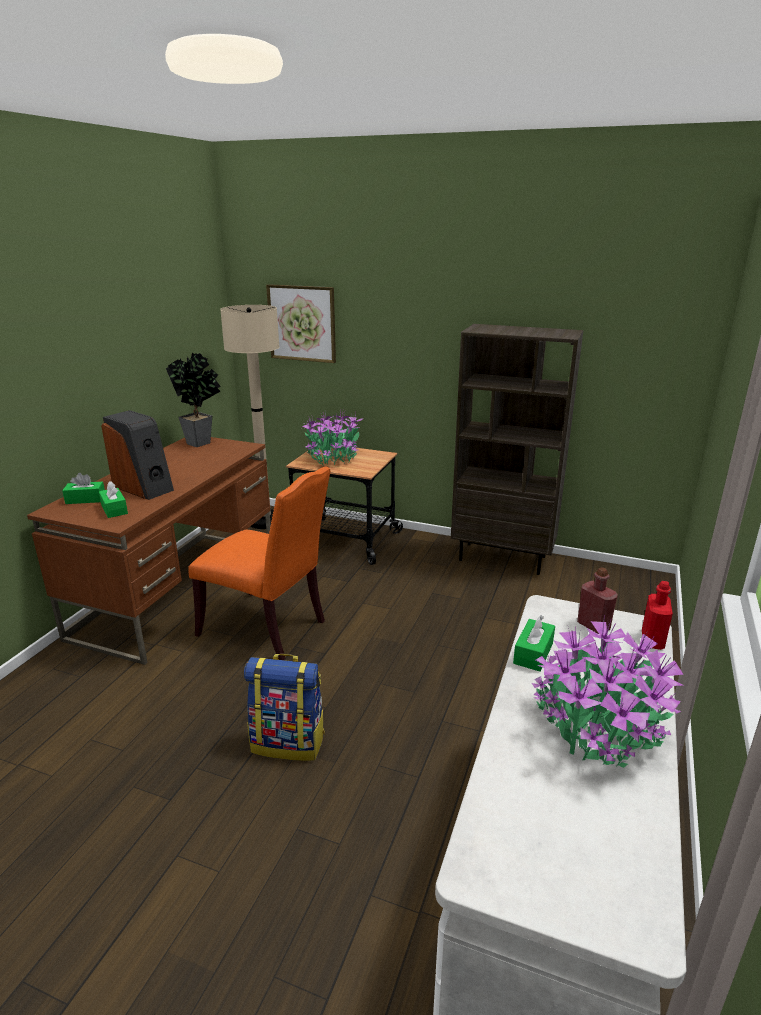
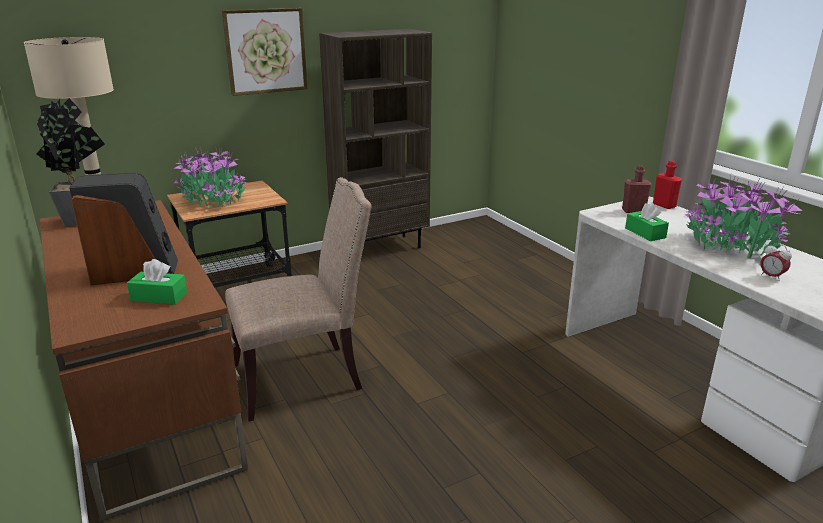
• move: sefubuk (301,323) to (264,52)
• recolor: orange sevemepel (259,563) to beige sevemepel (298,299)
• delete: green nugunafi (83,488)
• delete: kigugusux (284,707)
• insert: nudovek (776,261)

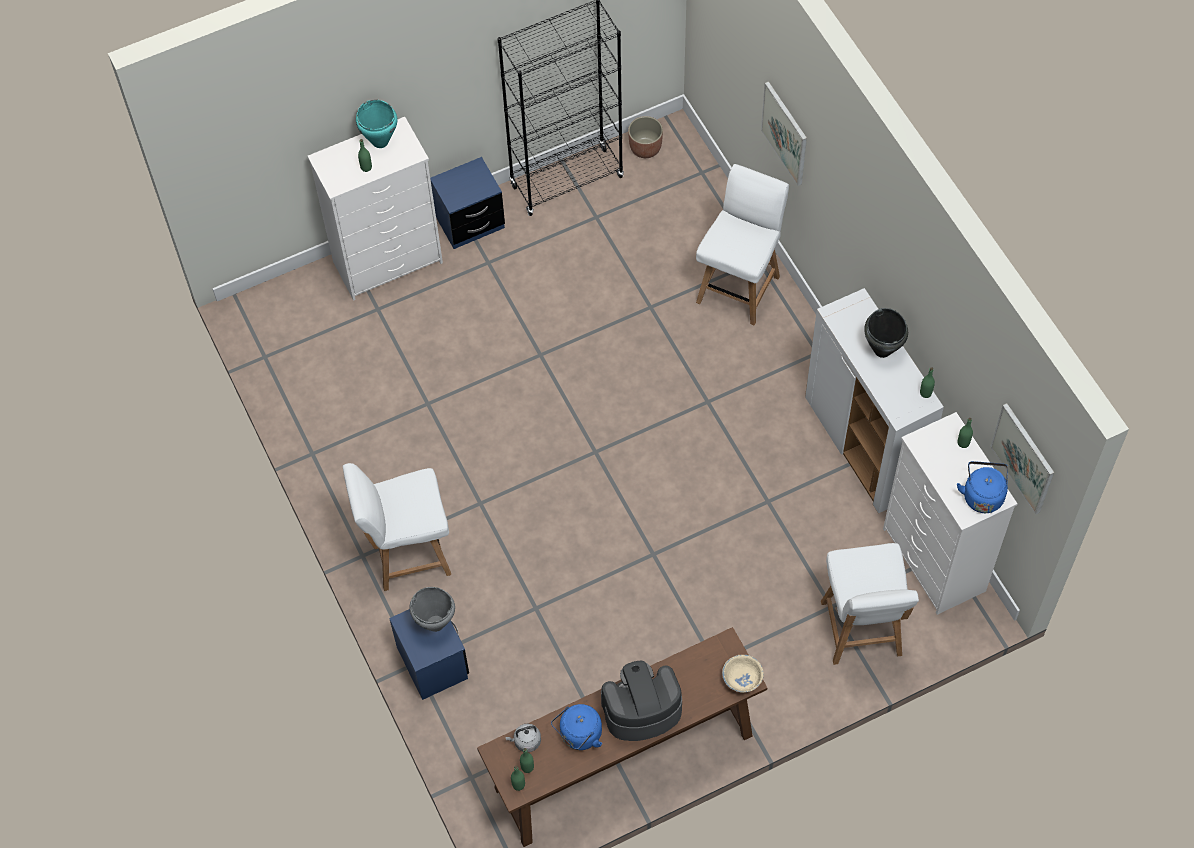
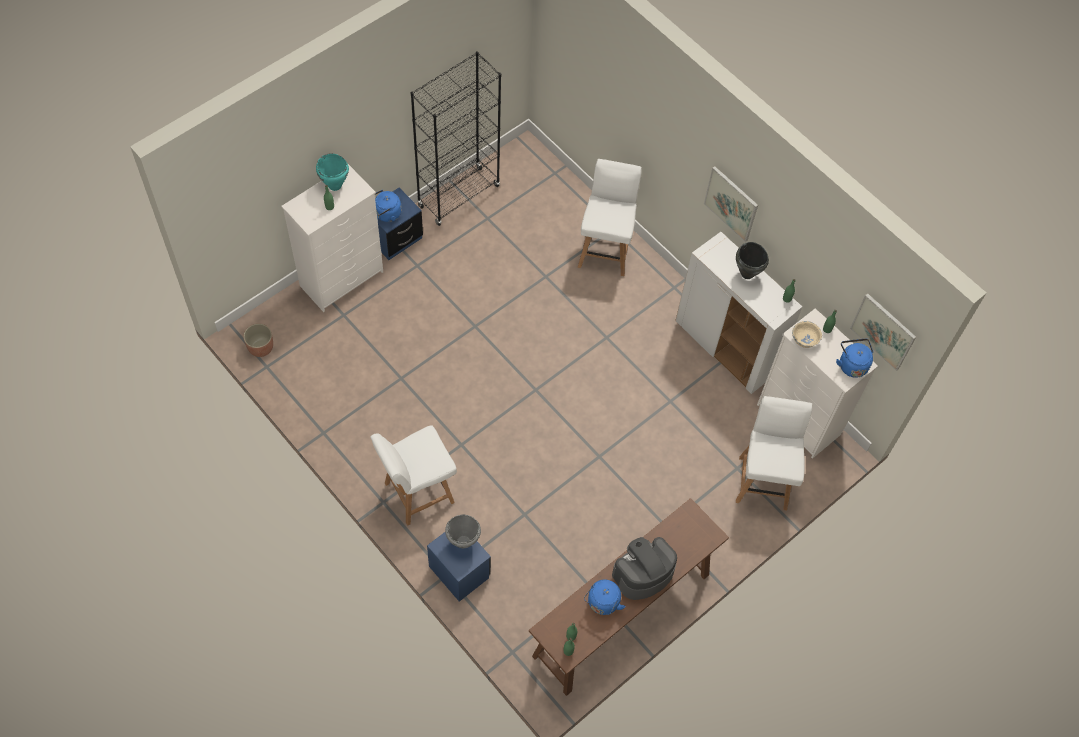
• move: sefubuk (784,133) to (731,204)
• move: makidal (645,137) to (258,340)
• rotate: white sevemepel (870,604) = (774,453) 150 degrees counterclockwise
• move: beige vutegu (743,674) to (807,334)
• delete: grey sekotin (523,738)
• insert: blue sekotin (388,206)

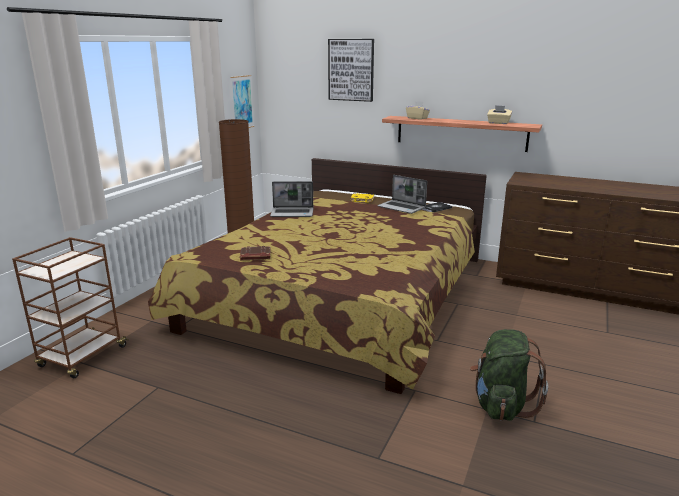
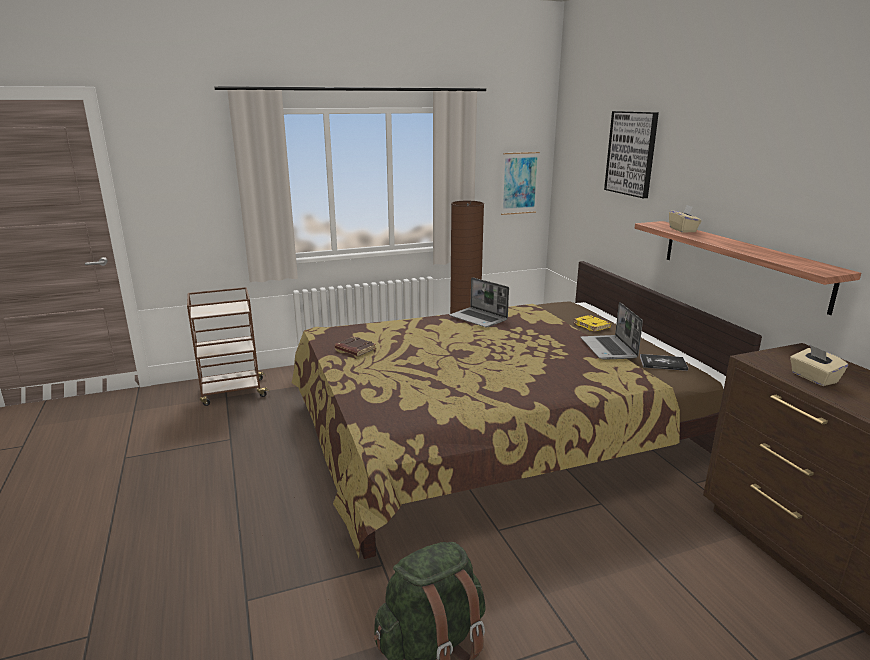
• move: beige nugunafi (499,114) to (819,365)

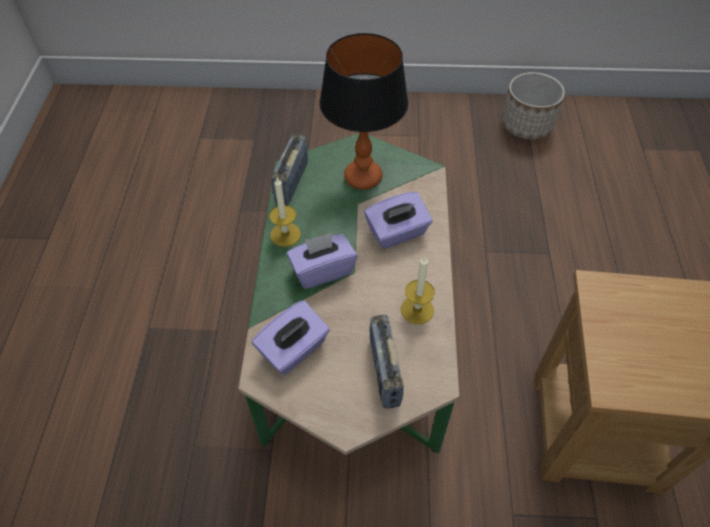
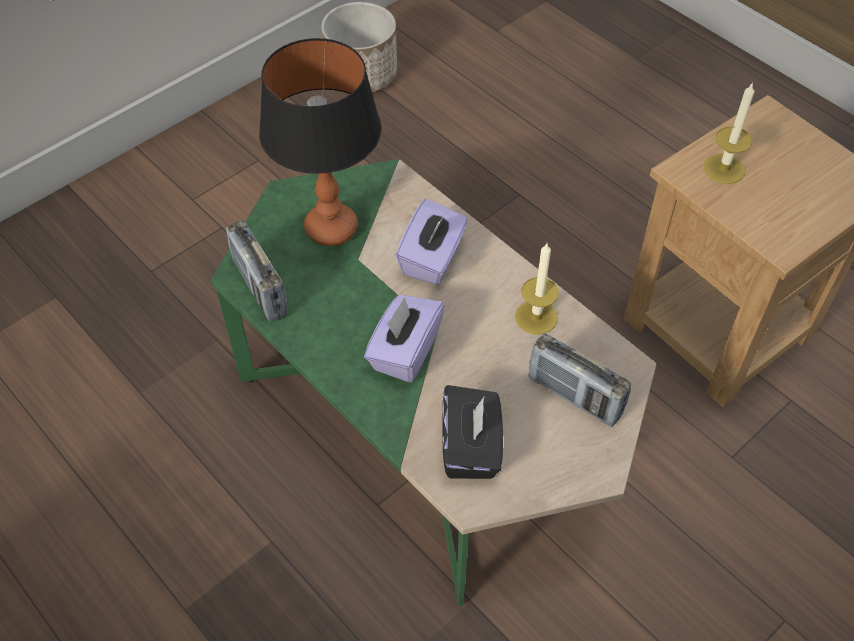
• move: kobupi (285,212) to (729,133)
• recolor: purple nugunafi (291,337) to black nugunafi (472,432)

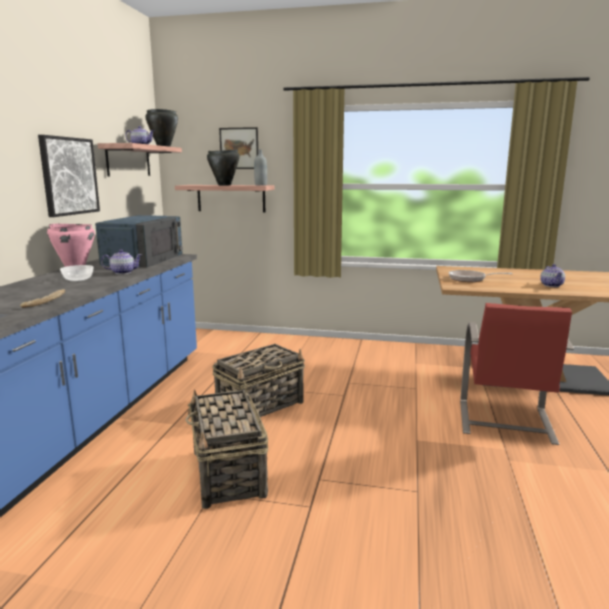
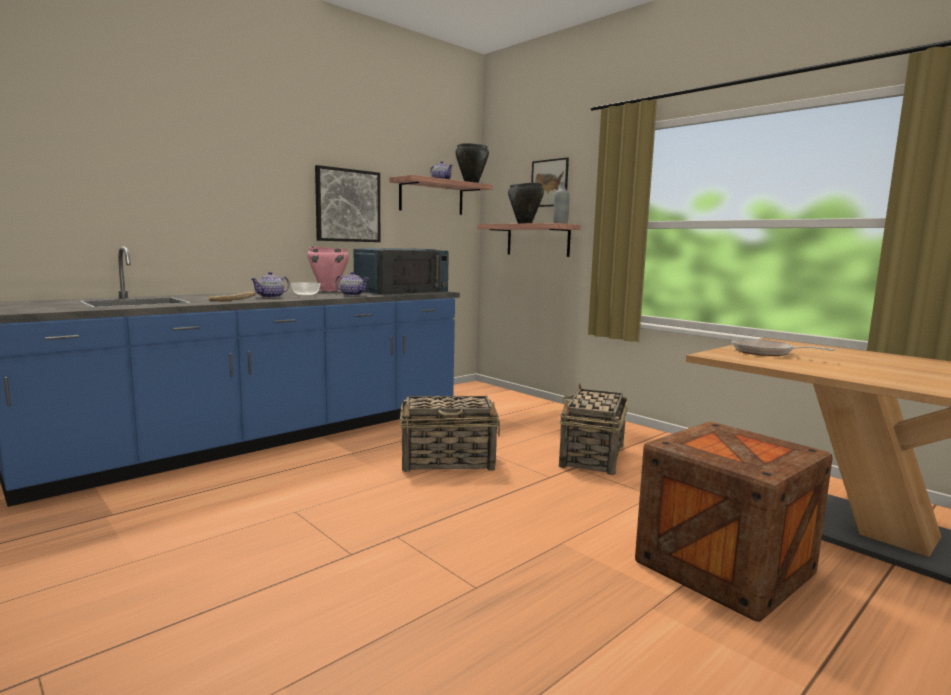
• move: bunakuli (552,275) to (270,285)
• replace: red sevemepel (517,374) to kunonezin (734,521)
• move: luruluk (227,449) to (593,429)

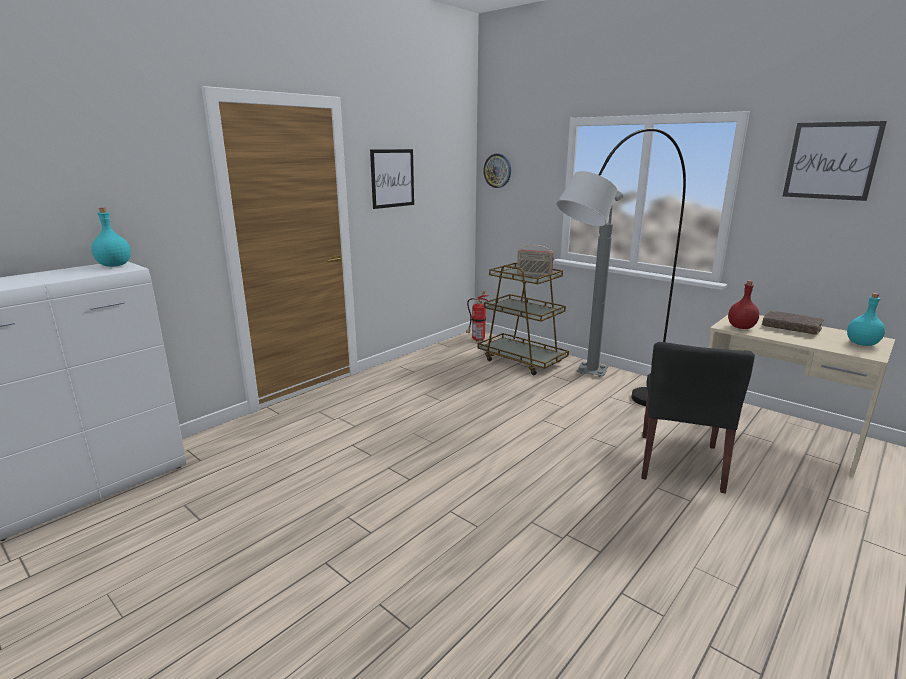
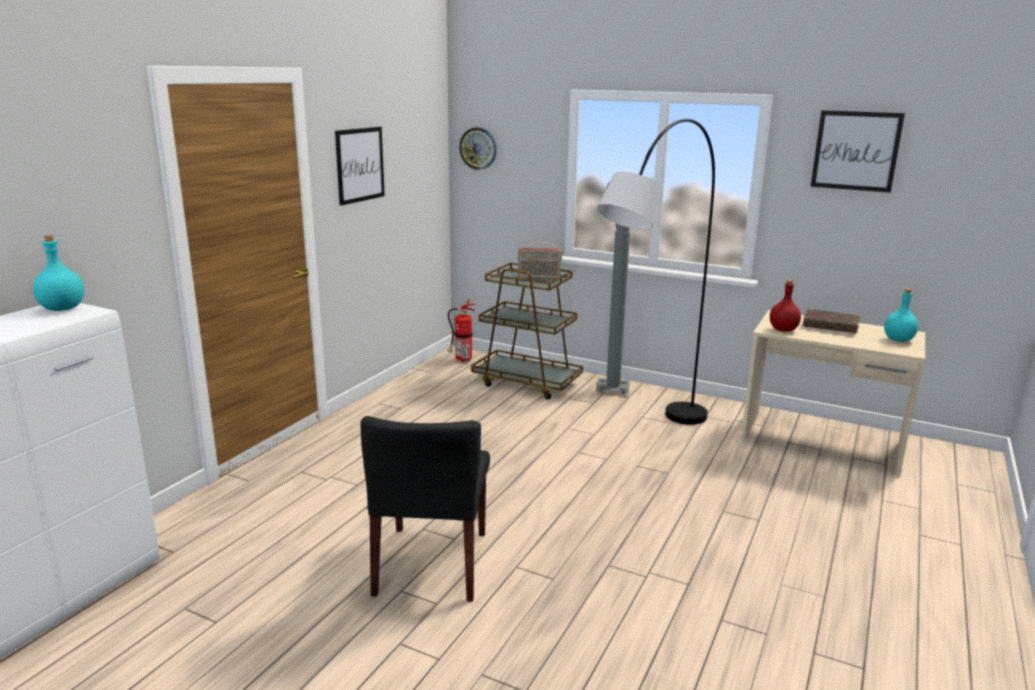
• move: black sevemepel (698,418) to (425,509)

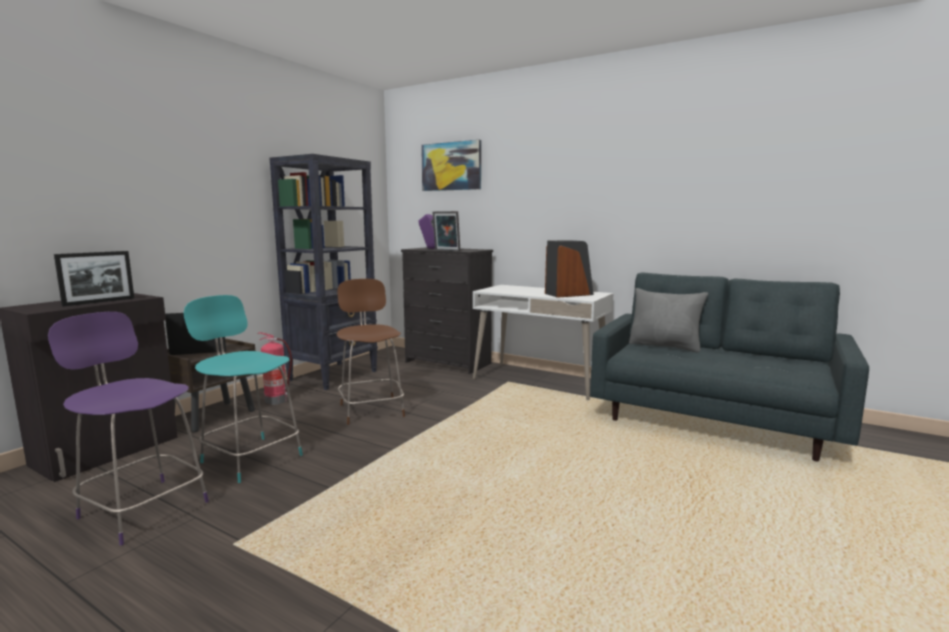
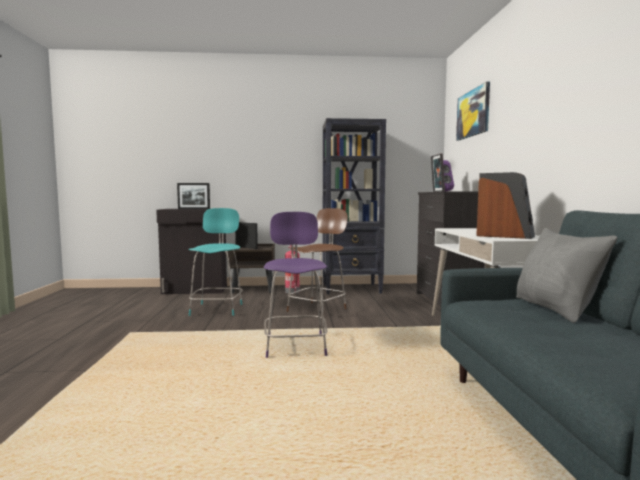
• move: purple sevemepel (128,429) to (295,285)

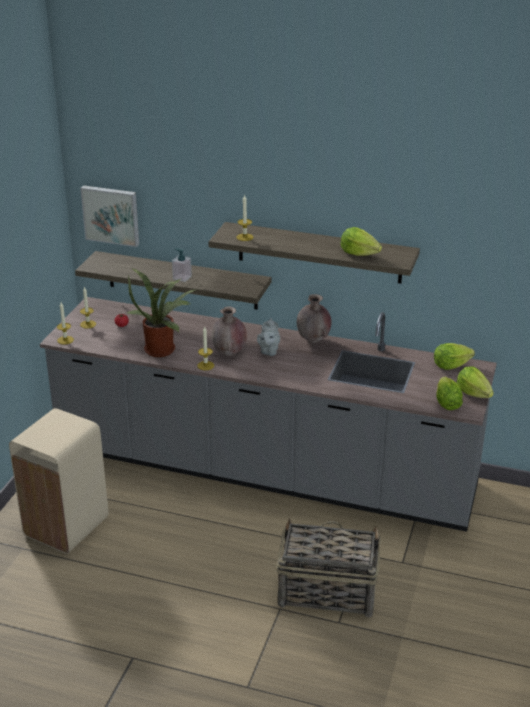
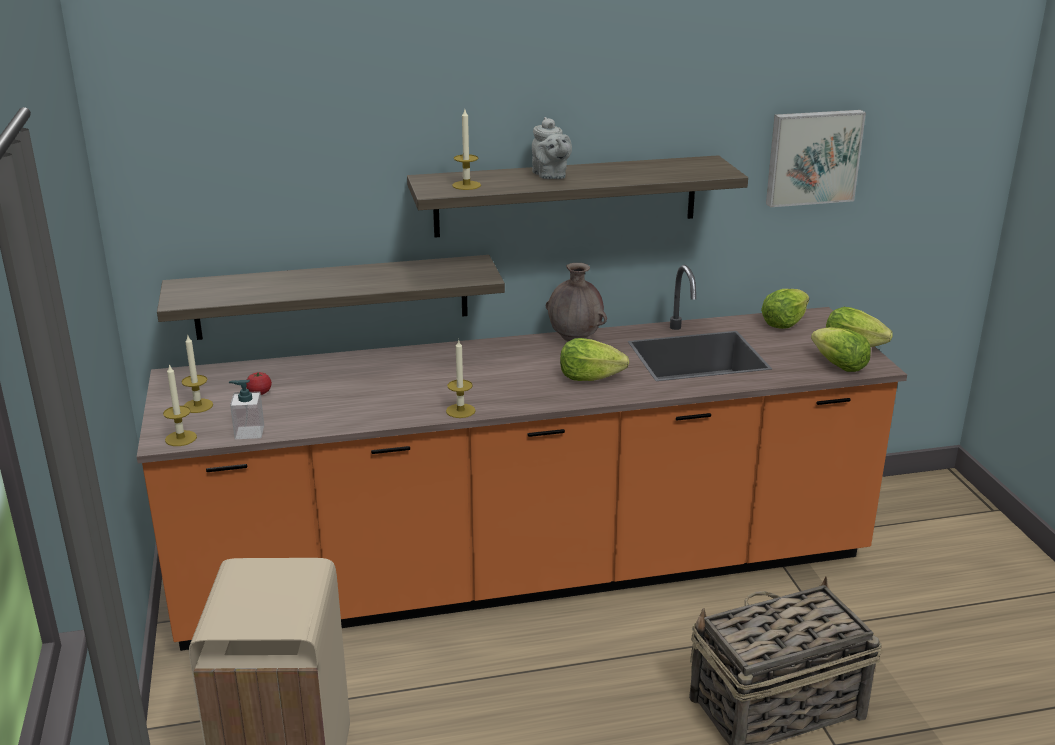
• move: sefubuk (109,216) to (816,158)
• move: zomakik (361,241) to (594,359)
• move: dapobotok (182,265) to (246,409)
• delete: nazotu (162,312)
• recolor: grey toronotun (268,414) to orange toronotun (522,458)
• delete: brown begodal (229,331)
• move: grey bunakuli (268,337) to (552,148)

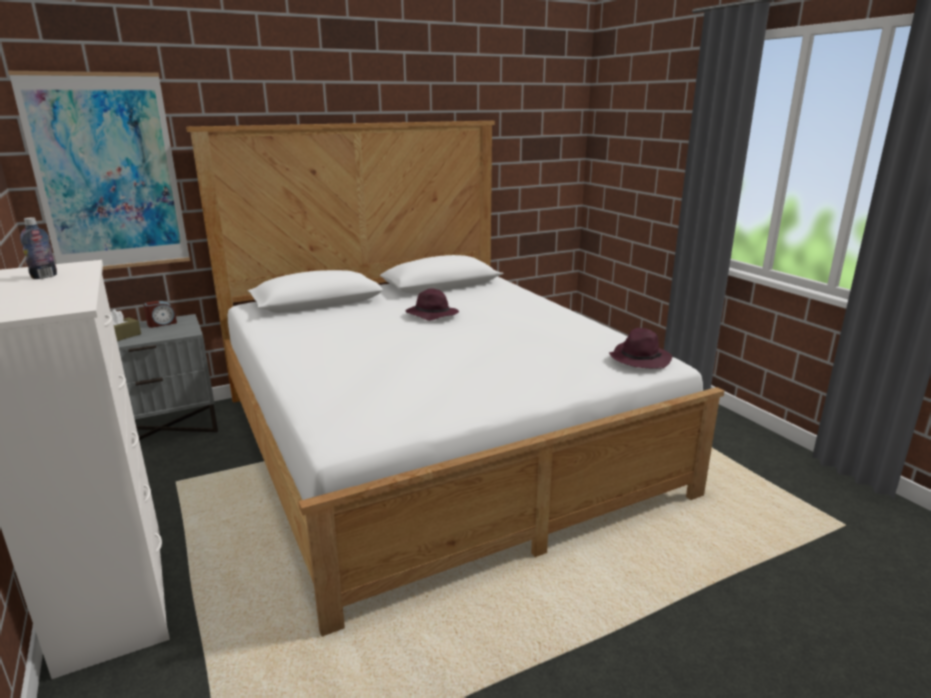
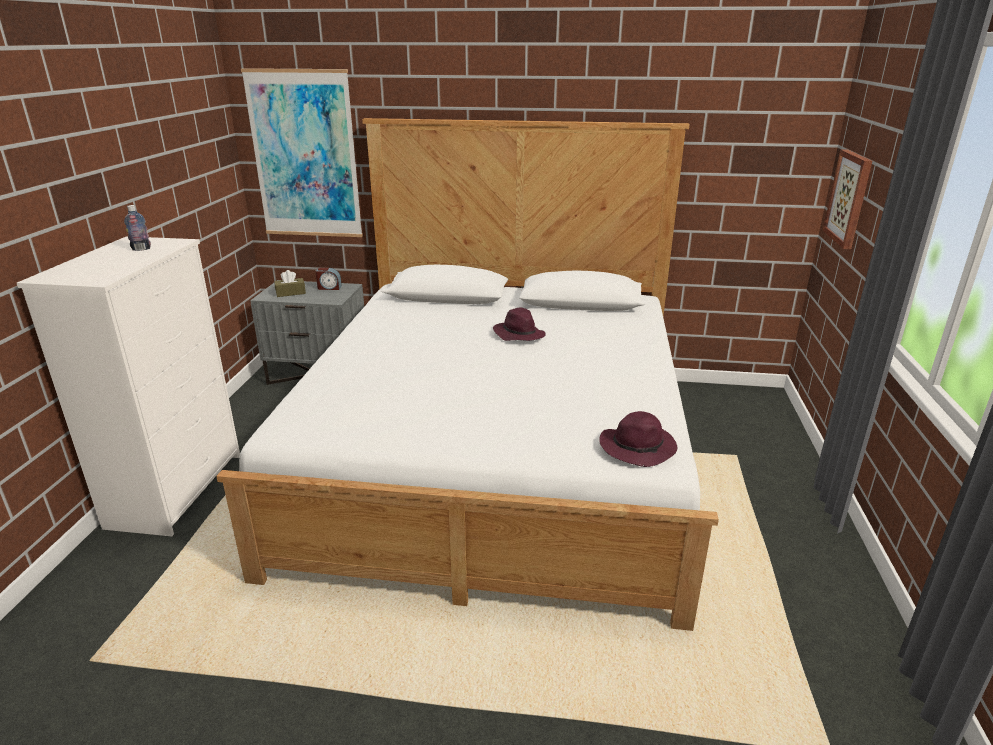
• insert: sefubuk (847,199)

